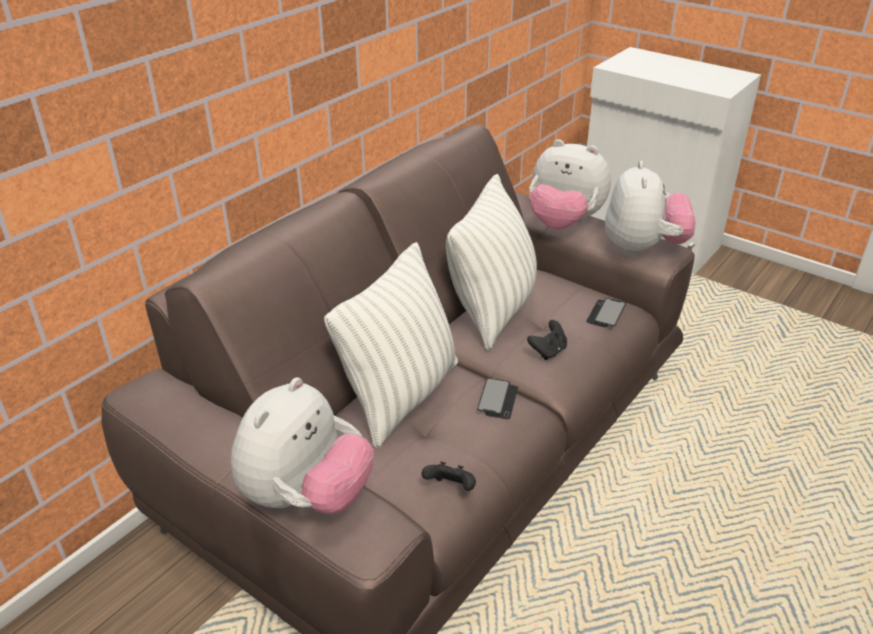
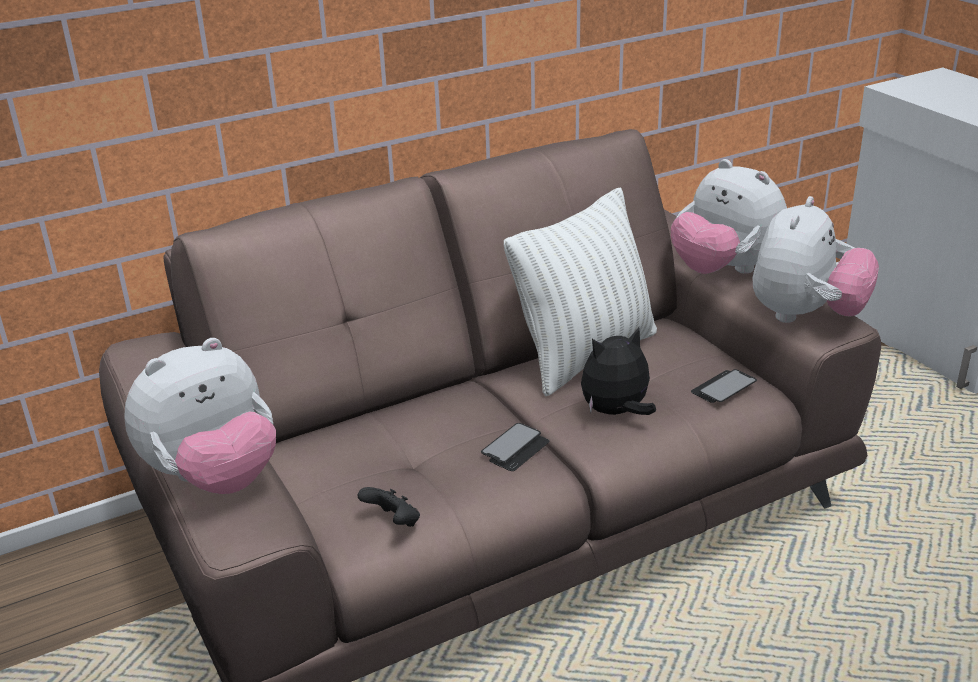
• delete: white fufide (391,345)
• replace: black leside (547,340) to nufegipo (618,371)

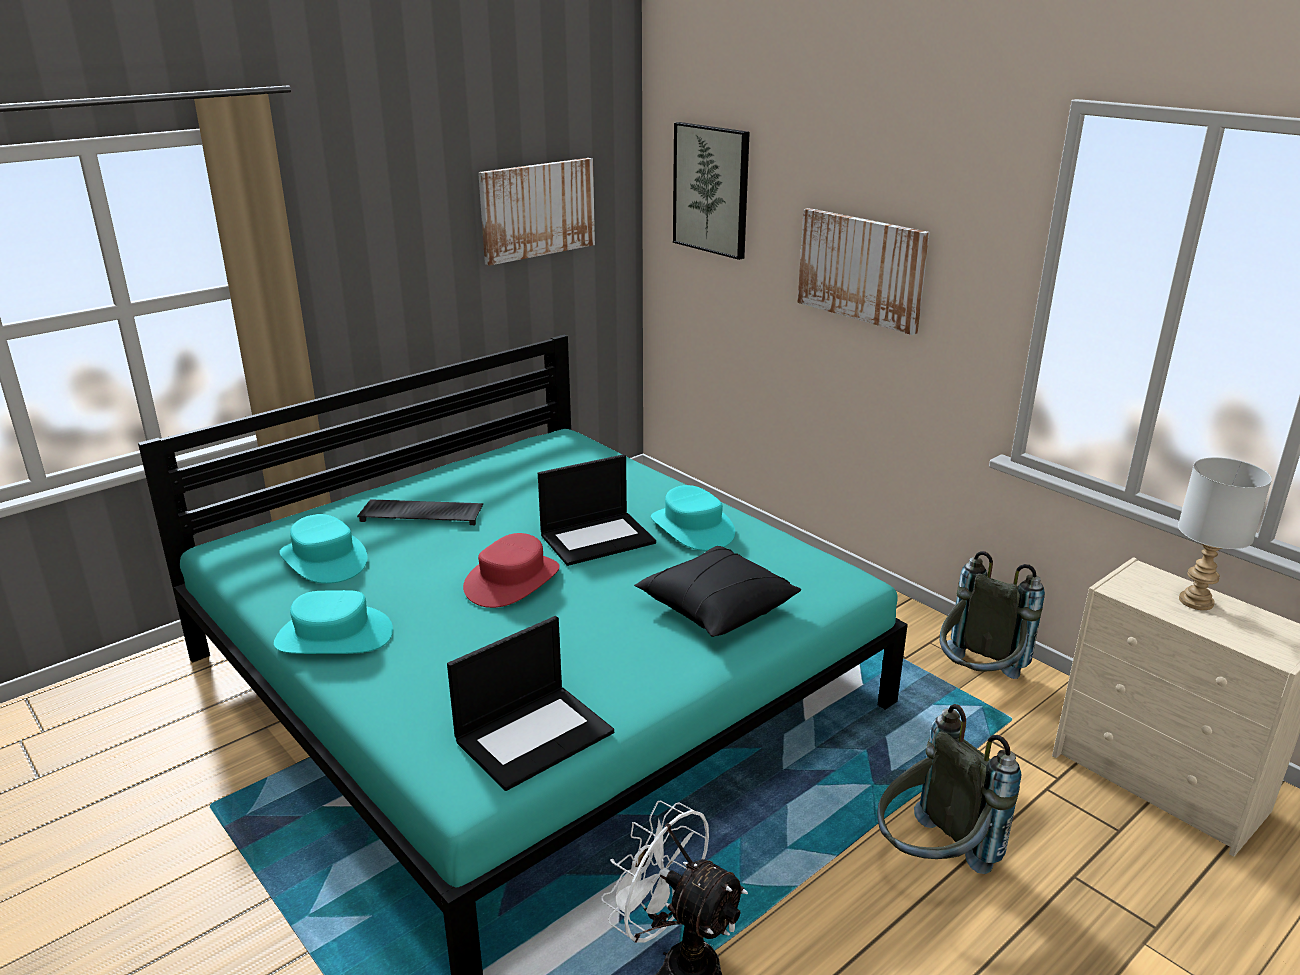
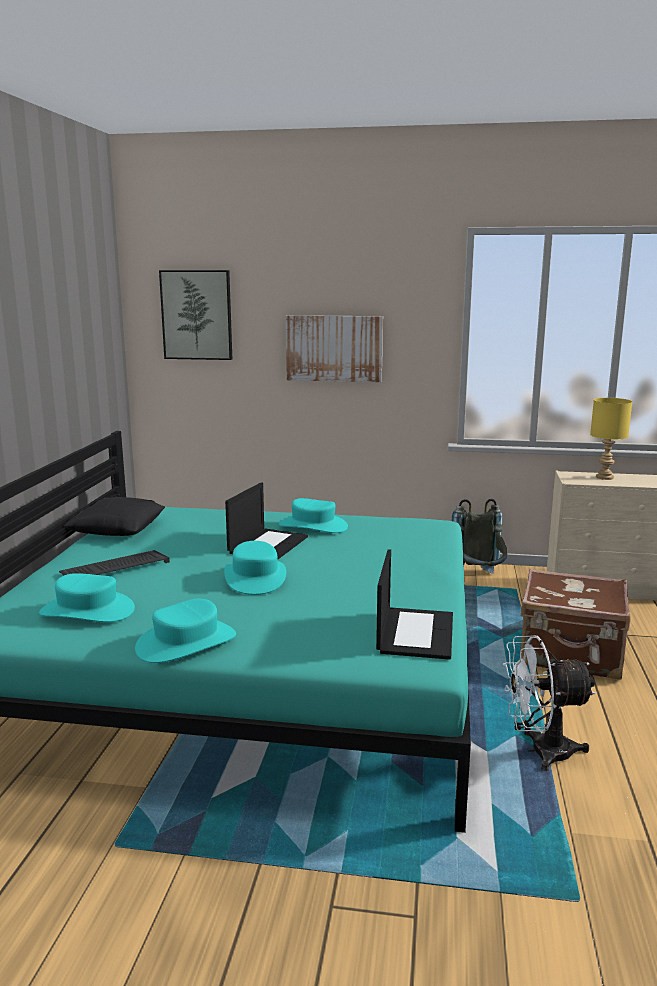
• delete: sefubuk (536,212)
• recolor: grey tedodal (1225,533) to yellow tedodal (611,439)
• recolor: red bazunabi (511,570) to turquoise bazunabi (255,568)
• move: black fufide (717,591) to (114,516)
• replace: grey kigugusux (949,789) to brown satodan (575,624)

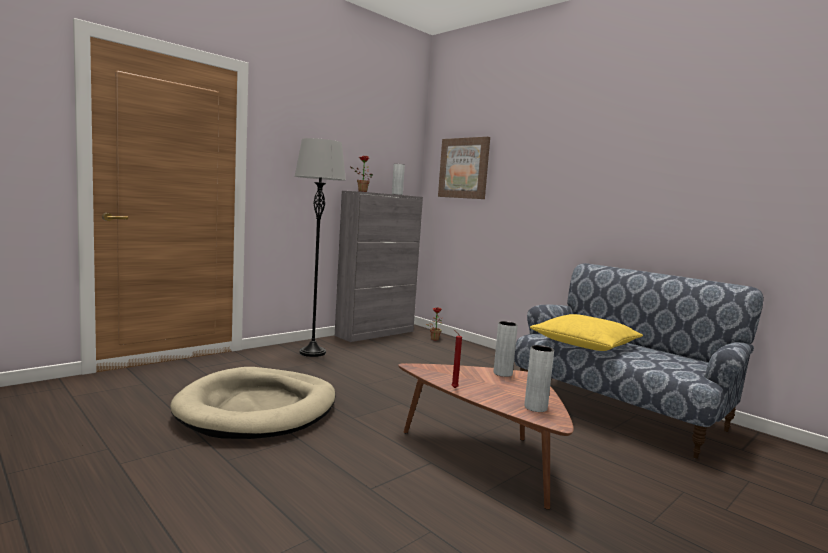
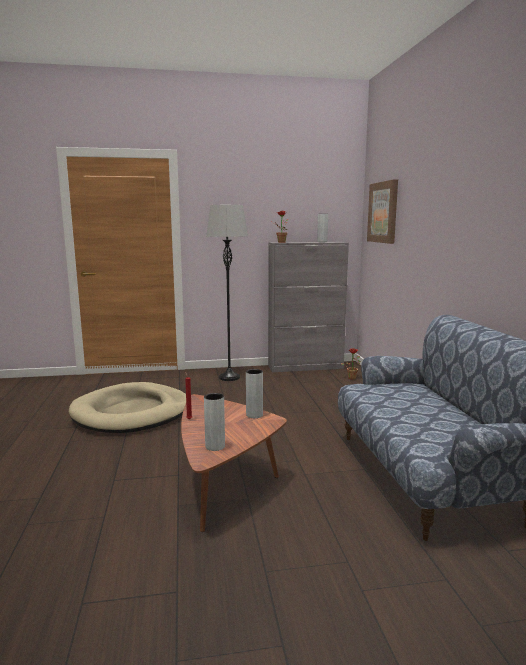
• delete: yellow fufide (586,332)

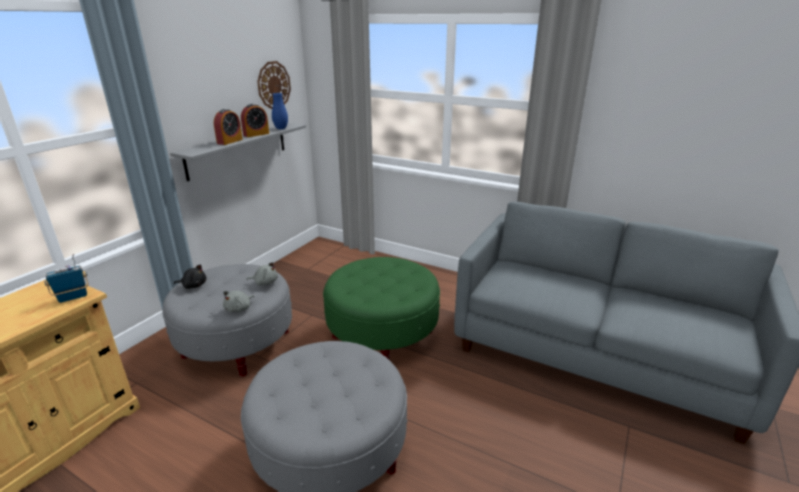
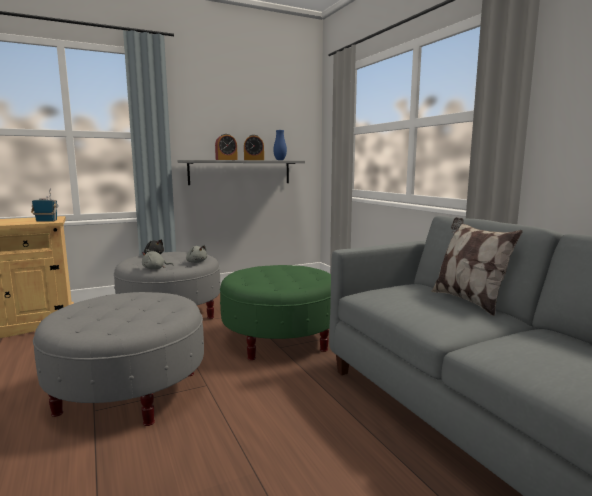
• delete: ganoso (274,85)
• insert: fufide (477,266)

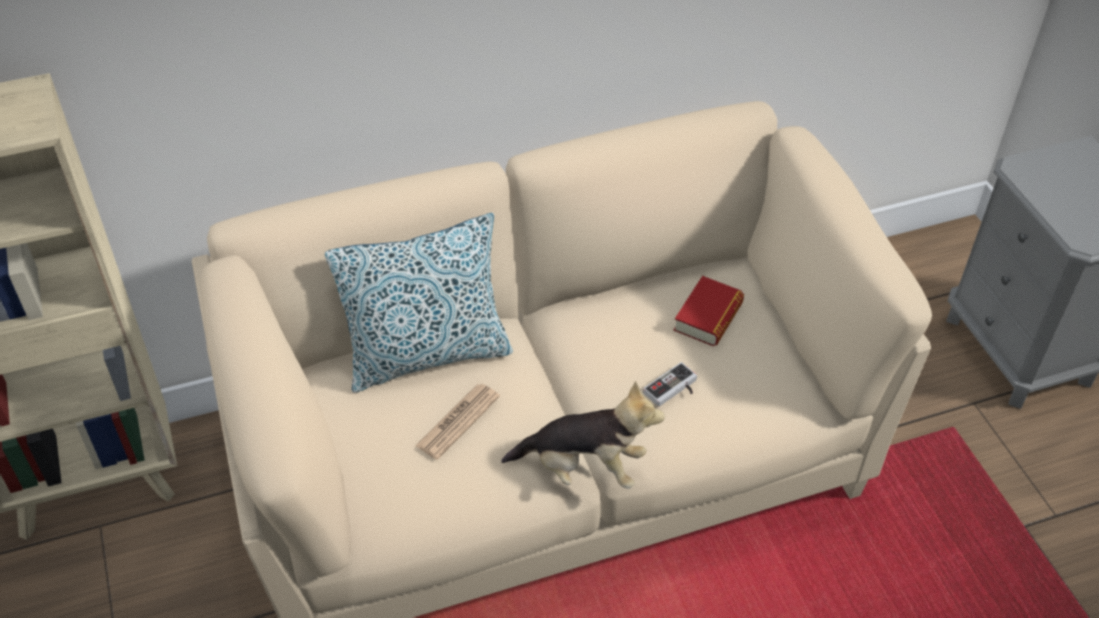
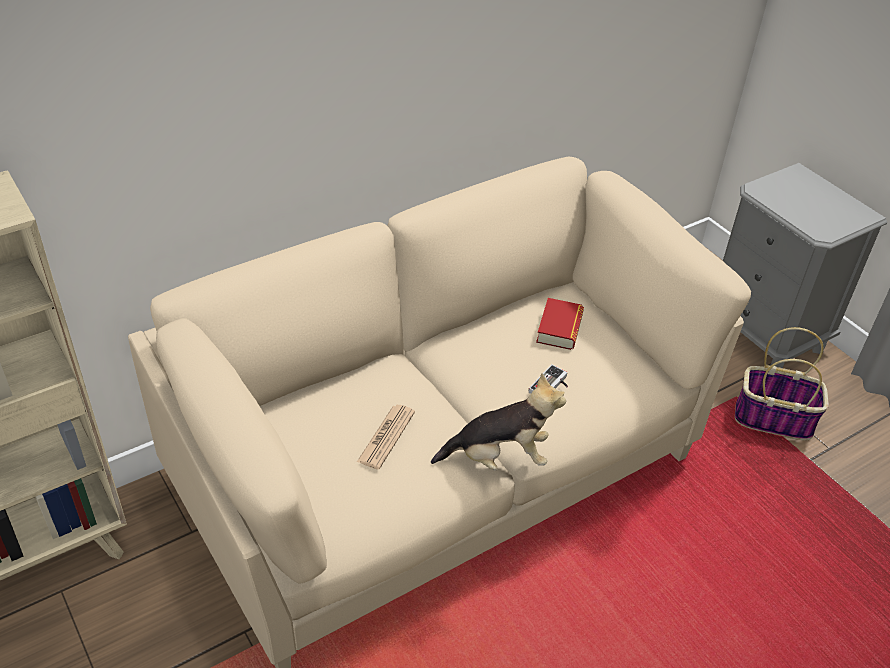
• delete: fufide (419,303)
• insert: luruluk (782,383)

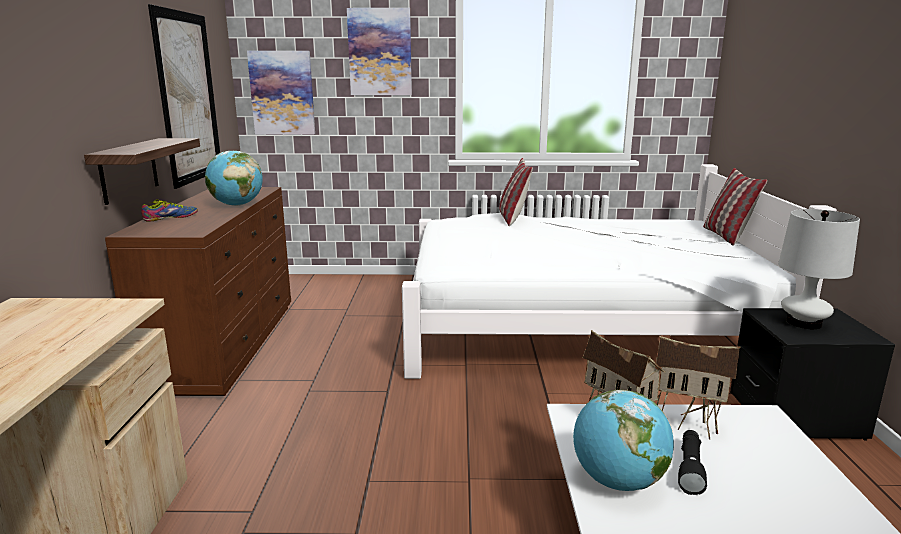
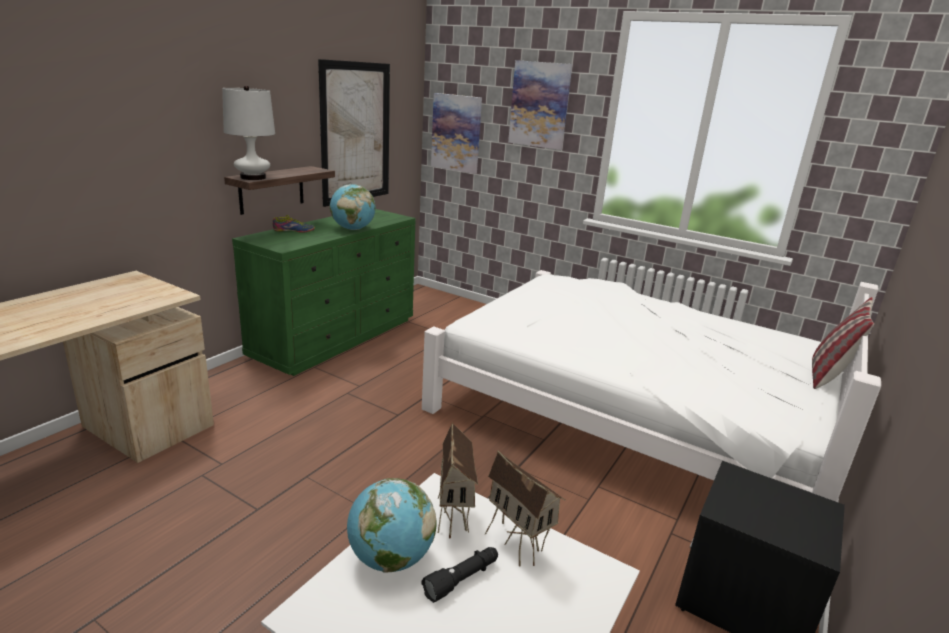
• delete: fufide (516,192)
• recolor: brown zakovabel (198,291) to green zakovabel (324,292)
• move: white tedodal (819,269) to (248,132)

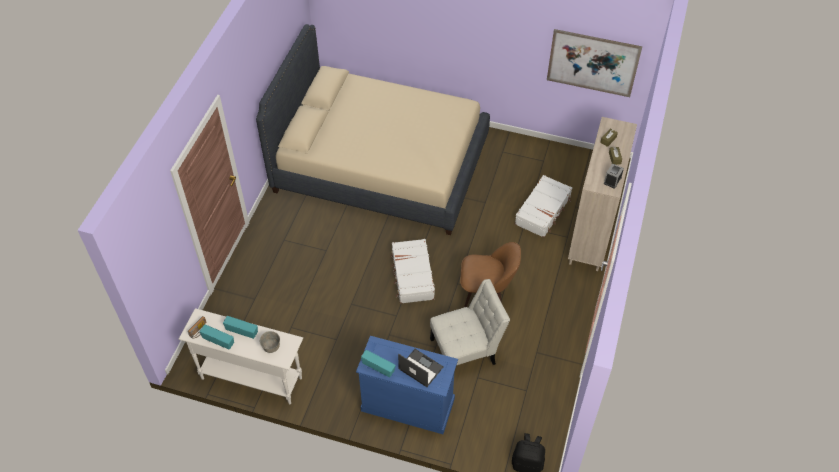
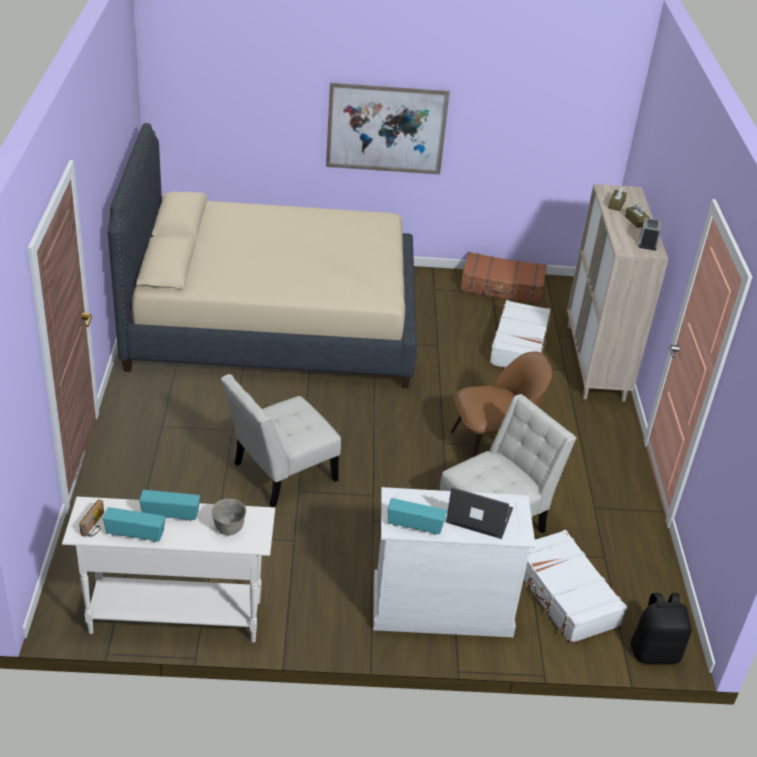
• move: sefubuk (594,63) to (388,128)
• move: white satodan (412,271) to (575,587)
• recolor: blue zakovabel (407,385) to white zakovabel (454,562)
• insert: brown satodan (503,278)
• insert: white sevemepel (281,440)

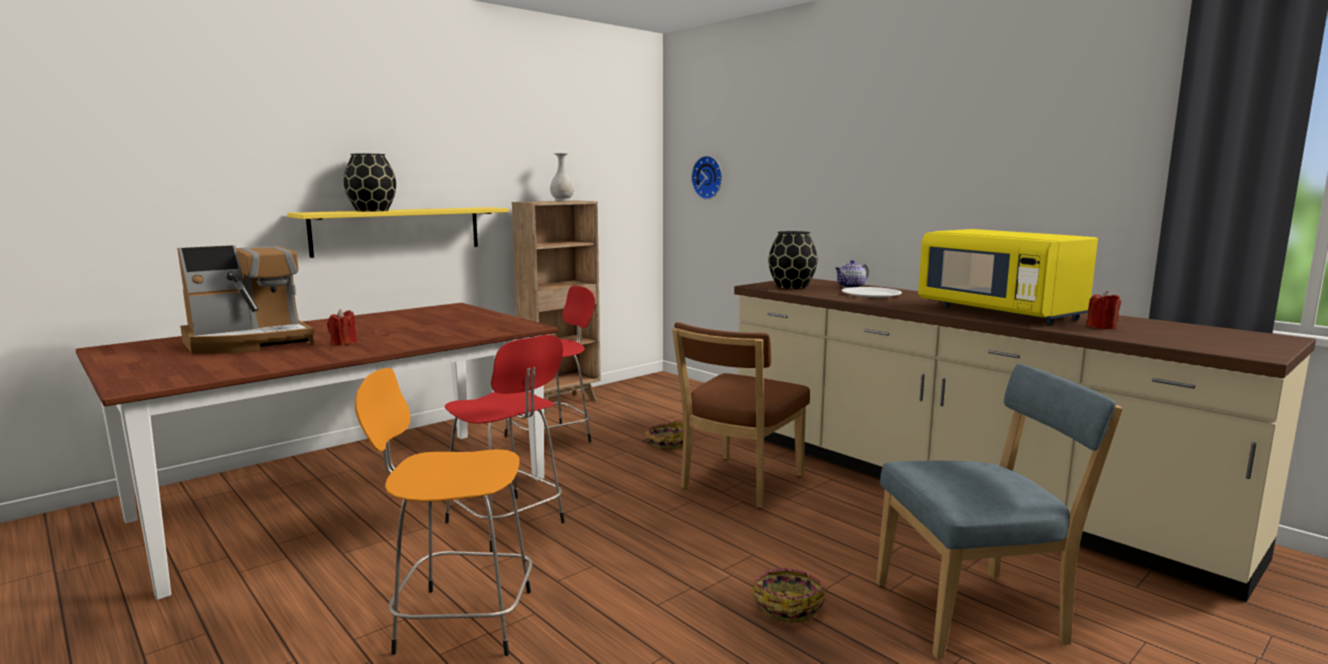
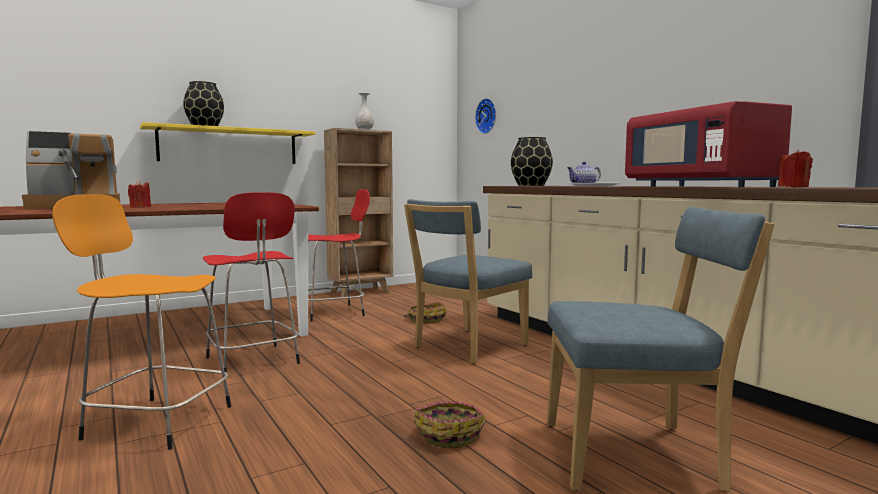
• recolor: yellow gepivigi (1008,276) to red gepivigi (708,144)
• recolor: brown sevemepel (741,415) to blue sevemepel (468,281)

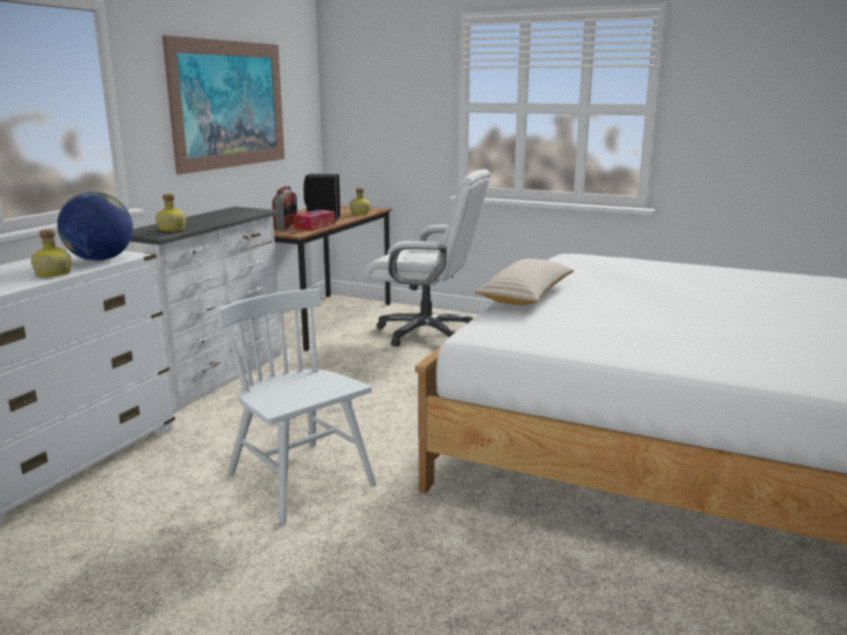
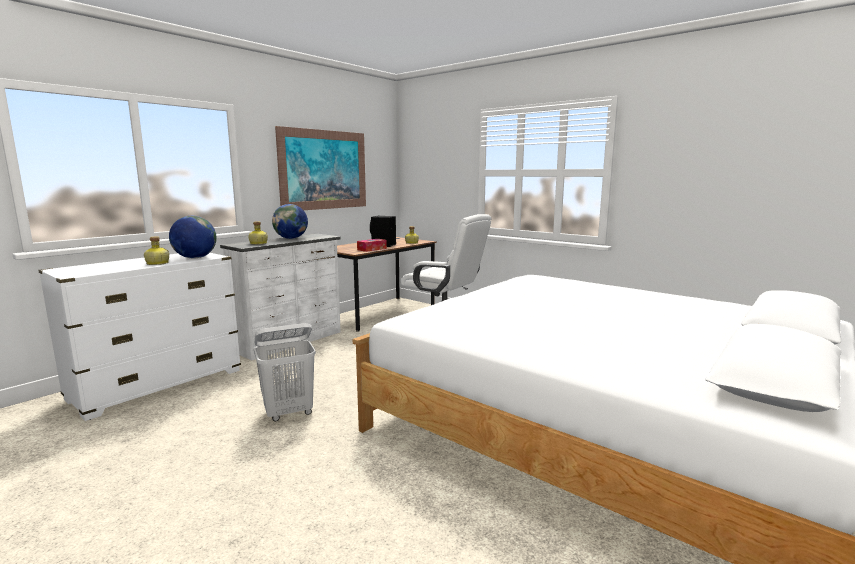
• delete: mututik (284,207)
• delete: beige fufide (524,282)
• replace: white sevemepel (297,406) to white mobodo (285,372)
• insert: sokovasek (290,221)

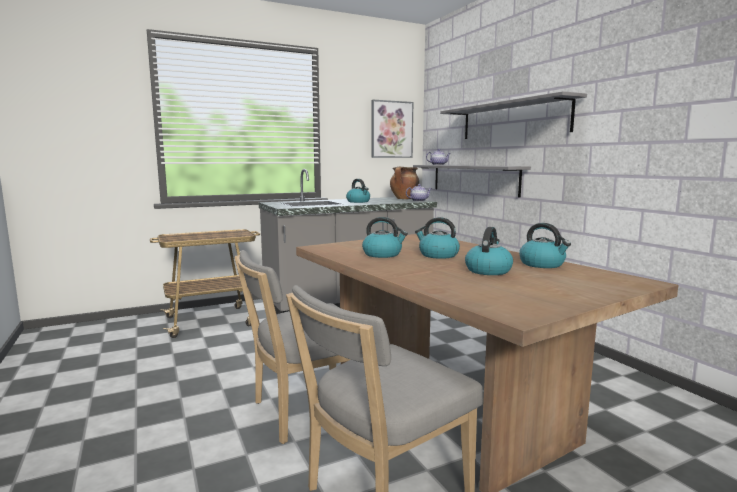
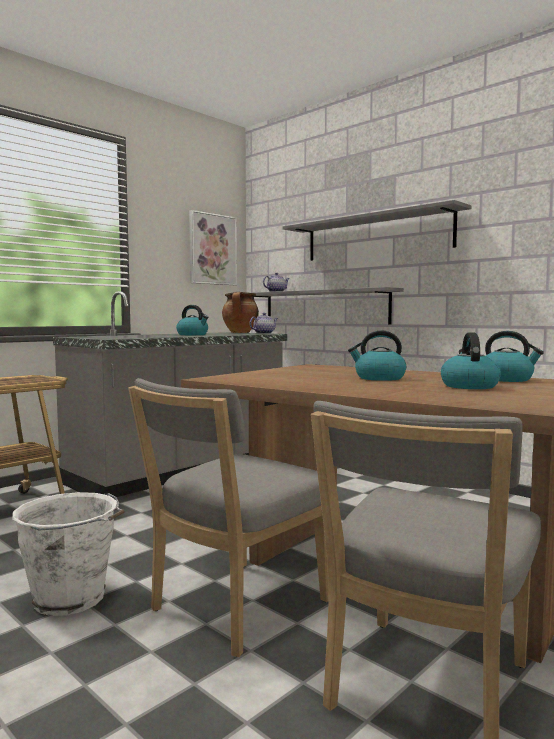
• delete: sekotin (385,237)
• insert: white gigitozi (68,554)

